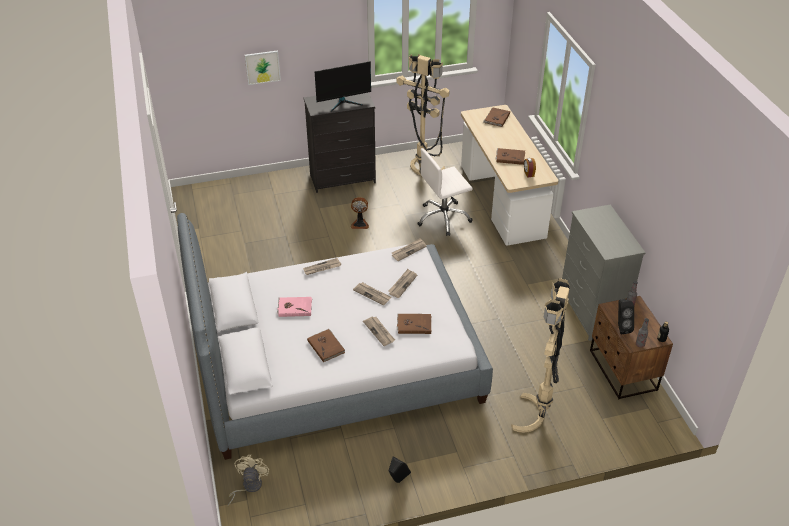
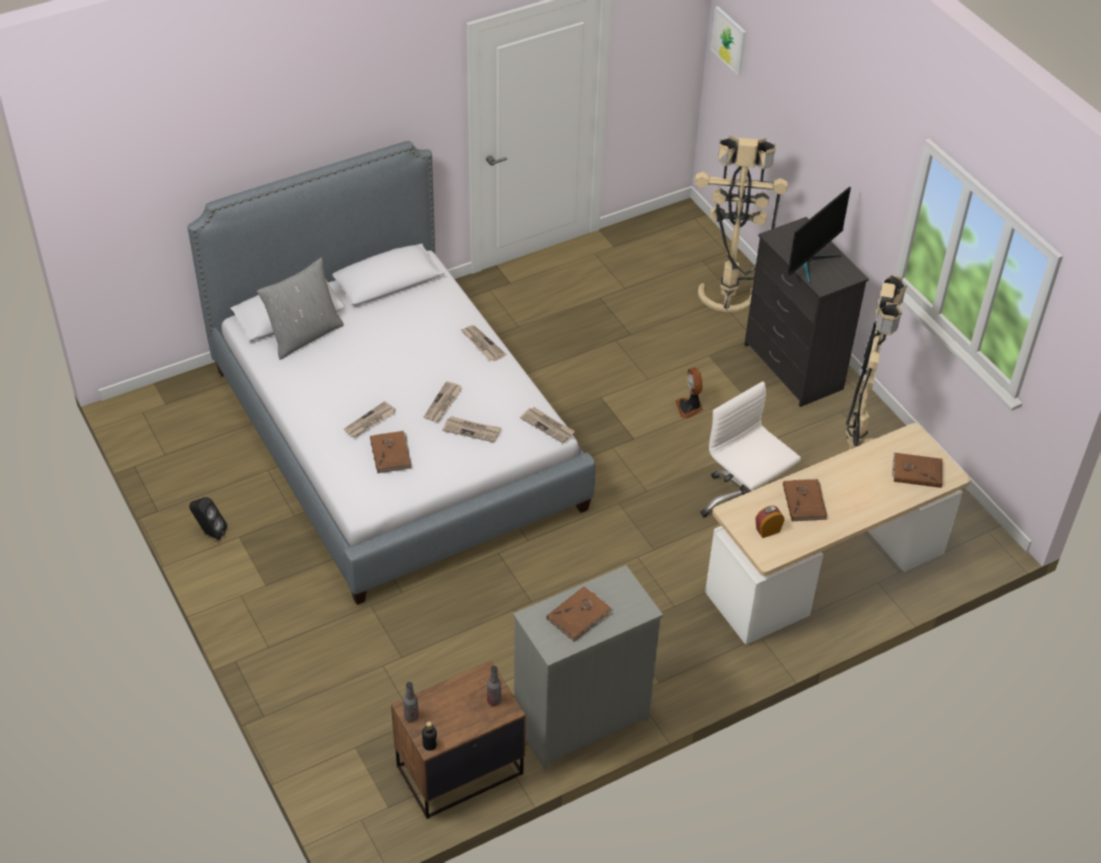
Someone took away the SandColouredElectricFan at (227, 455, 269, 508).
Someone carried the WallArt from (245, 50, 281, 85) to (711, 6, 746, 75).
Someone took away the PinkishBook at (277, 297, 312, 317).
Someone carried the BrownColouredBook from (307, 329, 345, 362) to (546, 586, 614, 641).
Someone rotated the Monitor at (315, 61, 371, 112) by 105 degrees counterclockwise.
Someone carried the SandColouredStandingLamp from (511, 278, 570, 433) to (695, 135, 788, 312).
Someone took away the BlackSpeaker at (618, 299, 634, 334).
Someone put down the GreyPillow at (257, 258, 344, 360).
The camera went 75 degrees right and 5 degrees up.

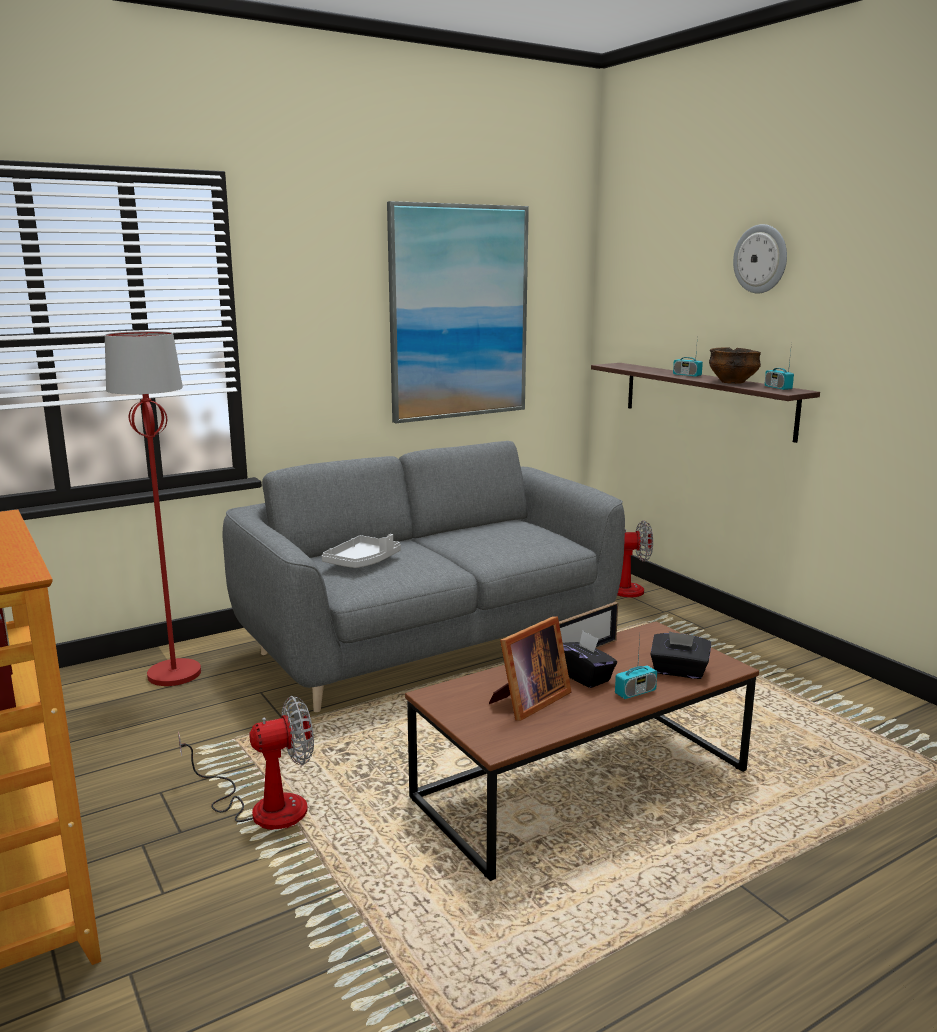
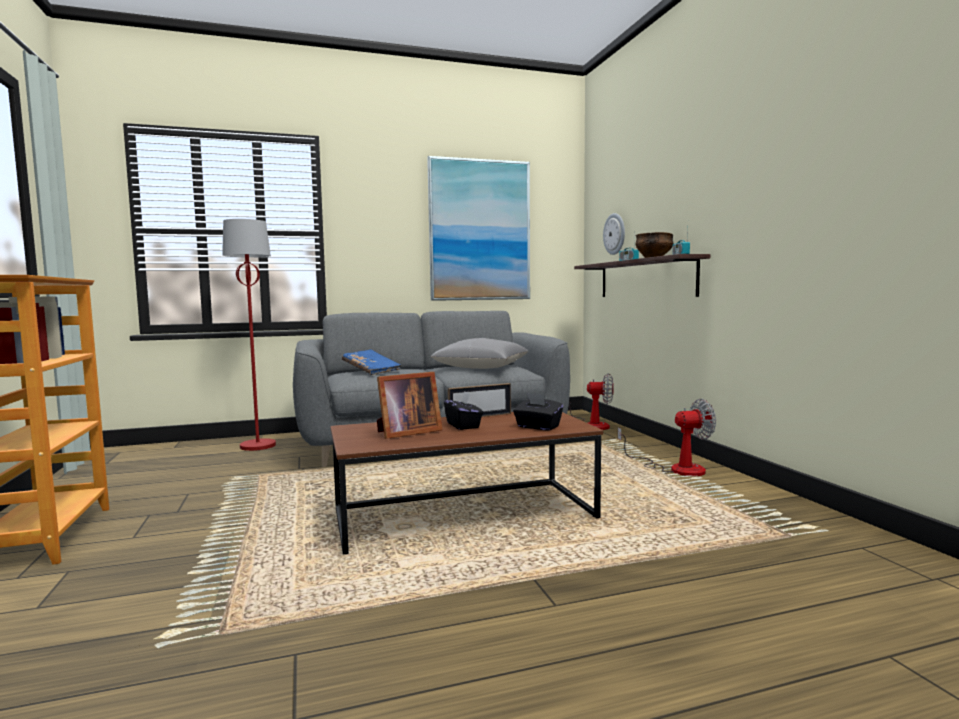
Someone carried the ElectricFan from (178, 696, 314, 830) to (618, 399, 716, 476).
Someone swapped the GreyTray at (322, 534, 401, 568) for the BlueBook at (342, 349, 401, 375).
Someone took away the Radio at (615, 638, 657, 699).
Someone carried the WallClock from (733, 224, 787, 294) to (603, 213, 625, 255).
Someone put down the GreyPillow at (431, 338, 528, 369).
The camera went 15 degrees right and 10 degrees down.

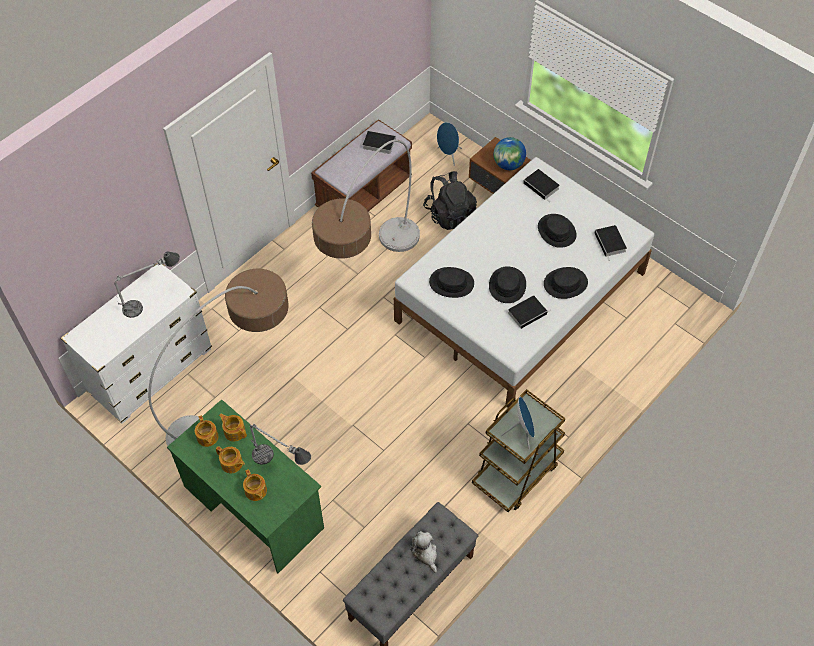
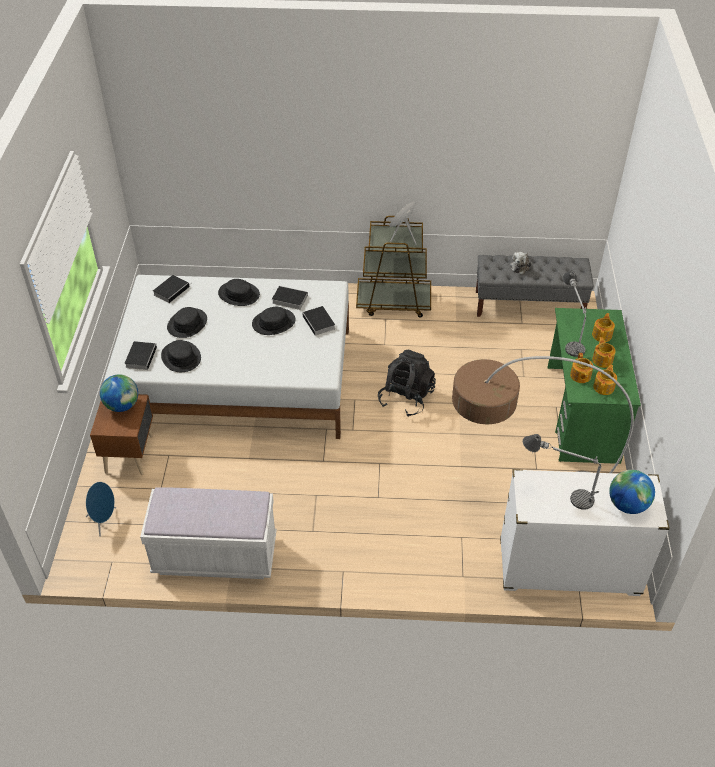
Someone repainted the BrownColouredLongSeat at (311, 119, 412, 221), which became the WhiteLongSeat at (140, 487, 277, 579).
Someone took away the StandingLamp at (312, 140, 420, 259).
Someone carried the Book from (362, 131, 396, 154) to (302, 306, 335, 339).
Someone carried the BlackBackpack from (423, 171, 477, 230) to (378, 350, 436, 417).
Someone carried the BlackHat from (429, 267, 474, 298) to (161, 340, 201, 372).
Someone put down the WorldGlobe at (609, 470, 655, 514).
The camera went 130 degrees left and 10 degrees down.

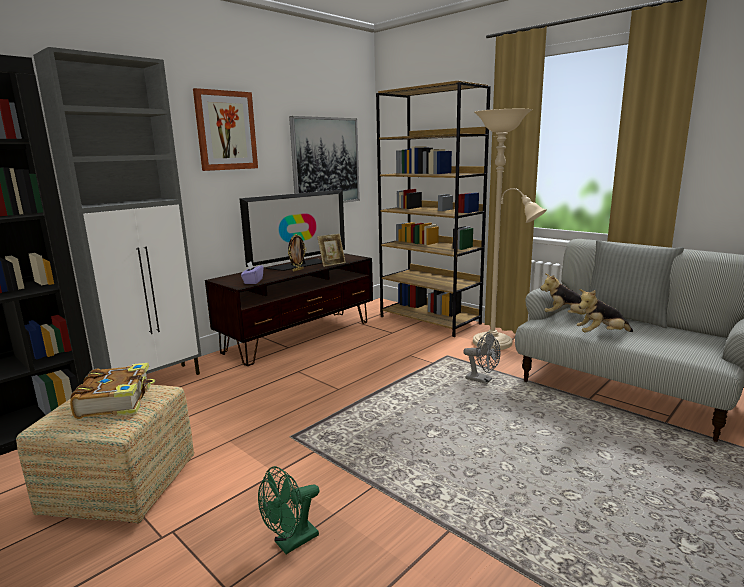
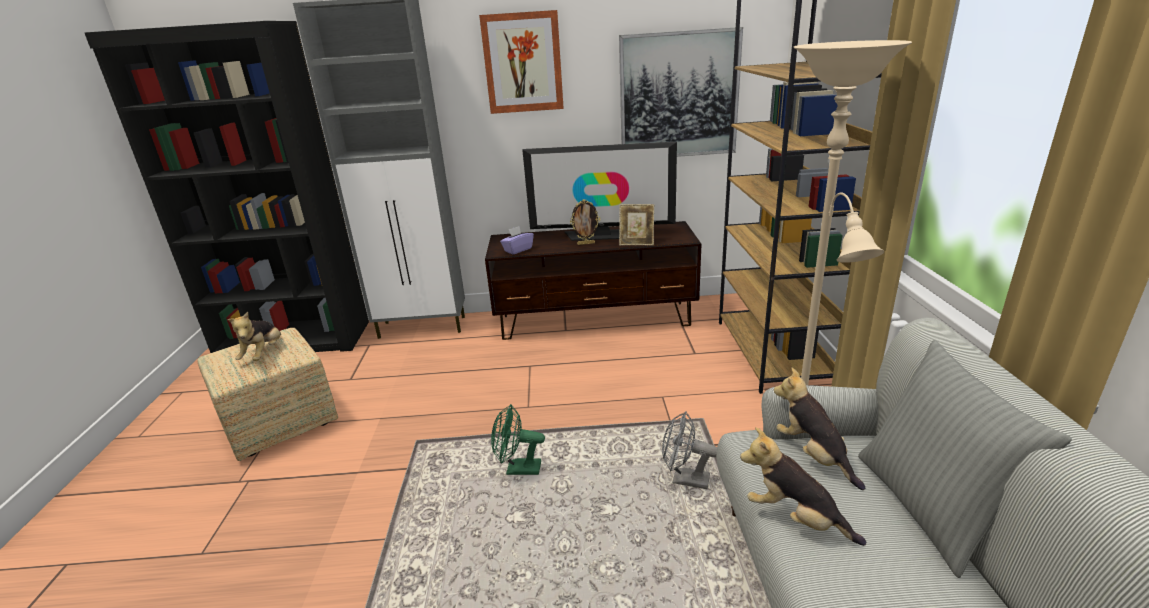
Someone swapped the Book at (70, 363, 155, 419) for the CuddlyToy at (227, 312, 281, 361).
Someone carried the GreenColouredElectricFan from (258, 466, 319, 554) to (491, 404, 545, 475).
Someone rotated the GreyElectricFan at (463, 332, 500, 384) by 120 degrees clockwise.
The camera went 45 degrees right and 10 degrees up.

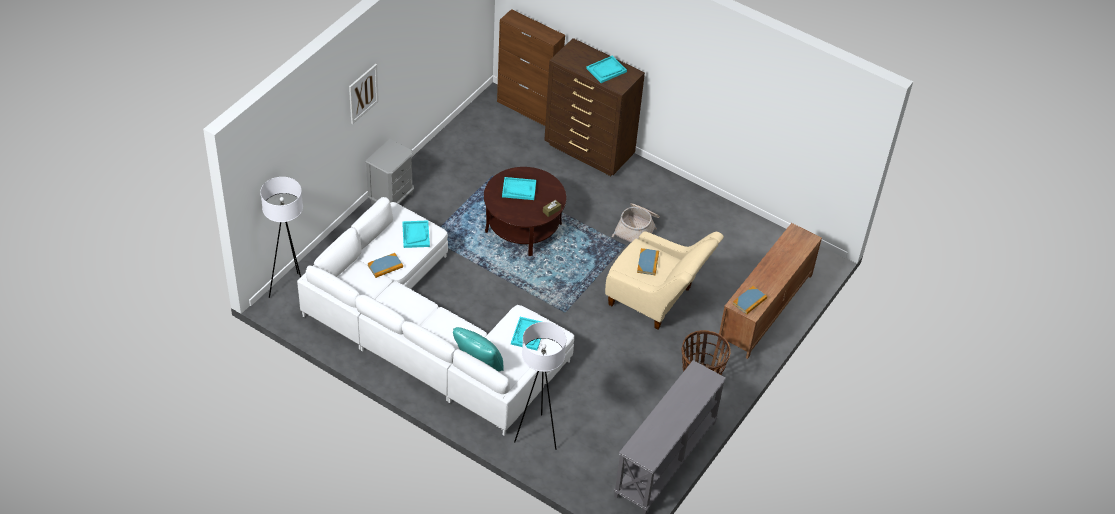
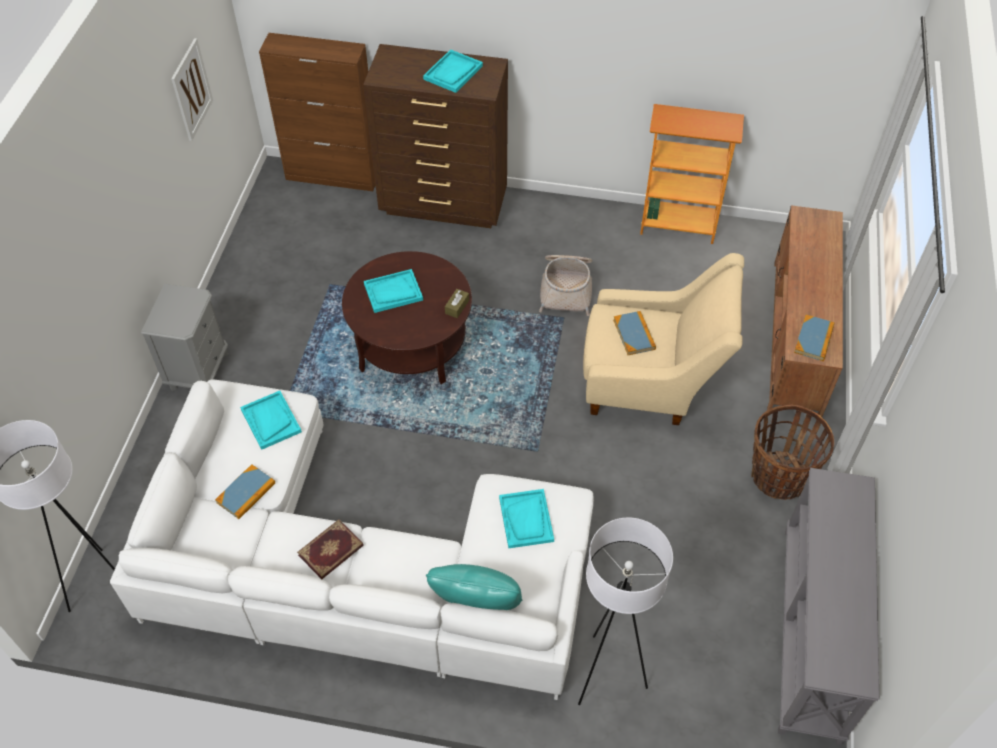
Someone carried the WallArt from (349, 64, 379, 124) to (171, 38, 213, 141).
Someone put down the Book at (297, 519, 364, 579).
Someone put down the Bookshelf at (640, 104, 744, 244).
The camera went 20 degrees left and 5 degrees up.

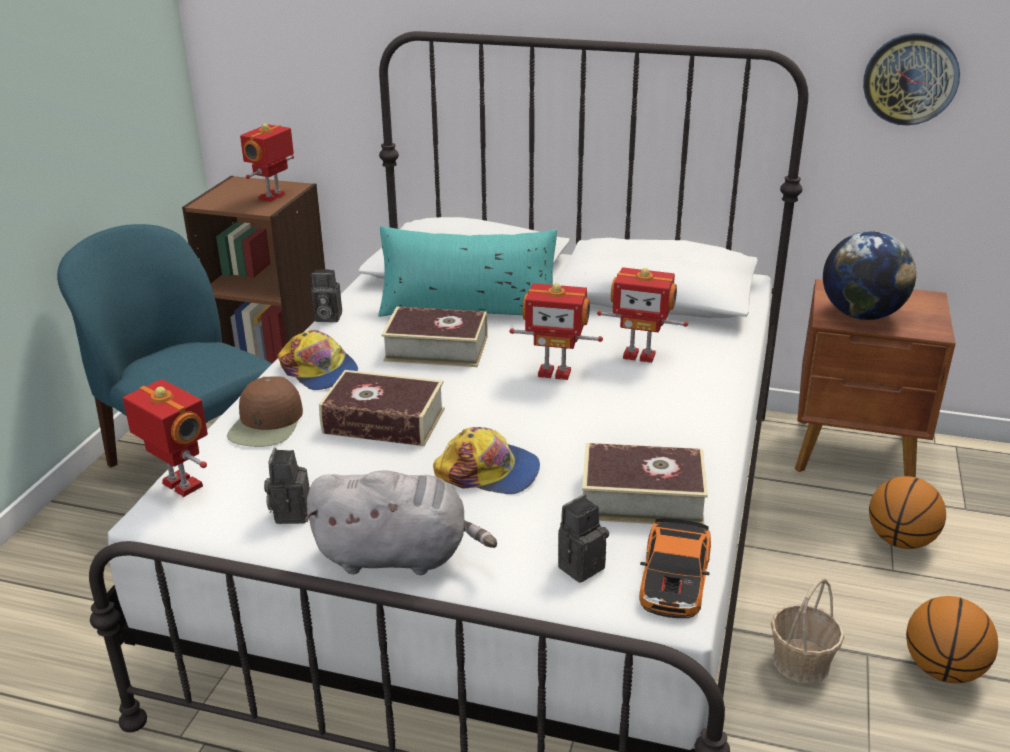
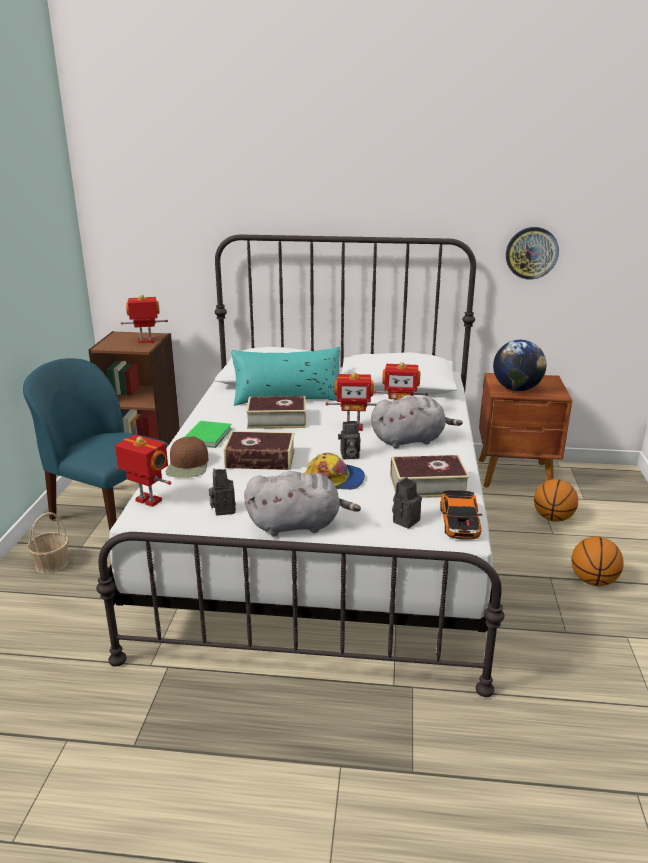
Someone rotated the ToyRobot at (240, 123, 294, 202) by 60 degrees clockwise.
Someone swapped the BaseballCap at (278, 330, 358, 390) for the GreenColouredBook at (185, 421, 232, 448).
Someone carried the StillCamera from (311, 269, 342, 322) to (338, 421, 360, 459).
Someone carried the Basket from (771, 577, 844, 683) to (27, 512, 69, 574).
Someone put down the GreyCuddlyToy at (371, 395, 463, 448).
The camera went 10 degrees left and 5 degrees down.

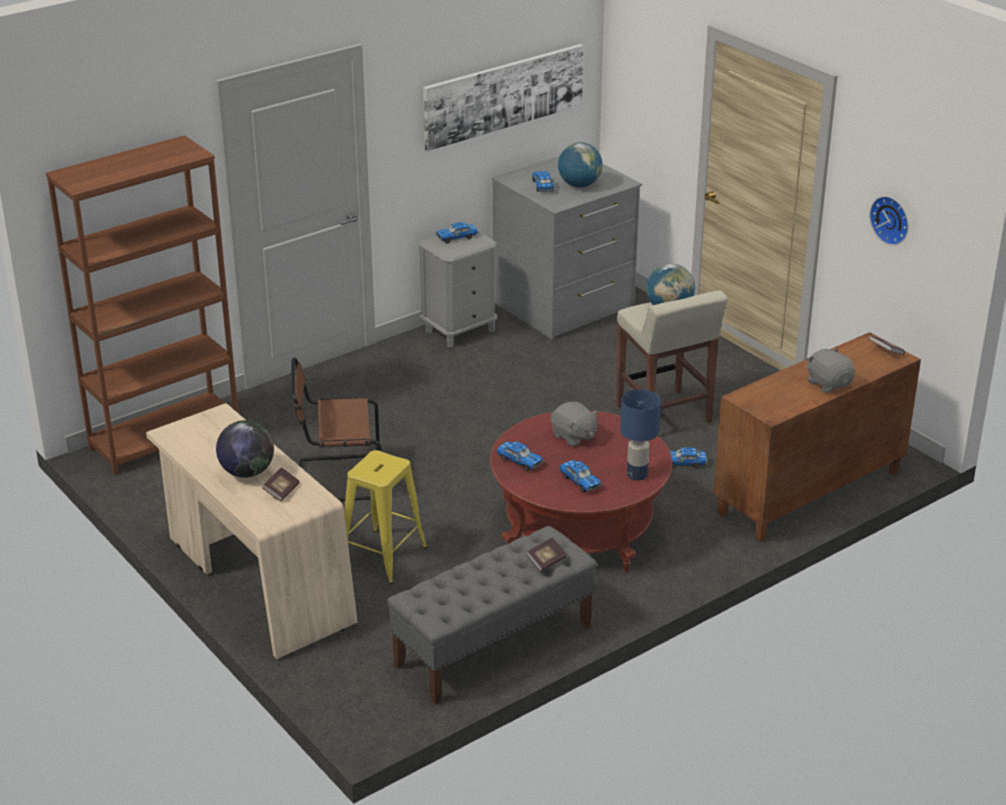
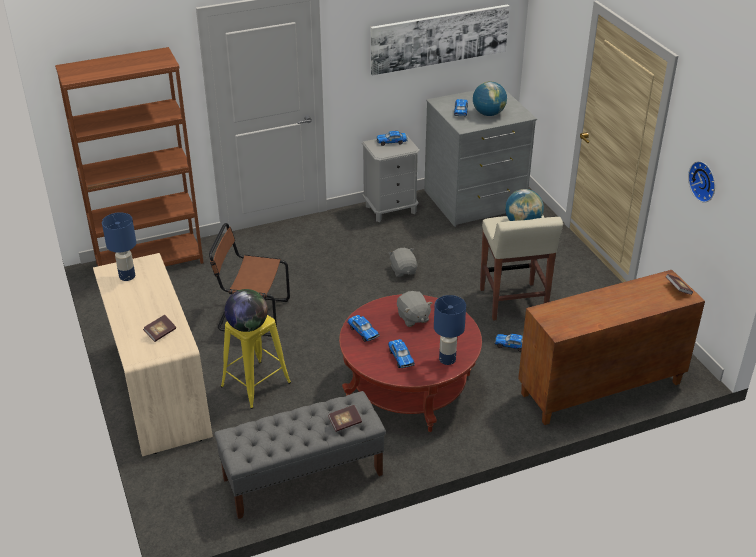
Someone carried the WorldGlobe from (216, 420, 274, 478) to (225, 289, 268, 332).
Someone carried the GreyCuddlyToy from (807, 348, 855, 393) to (389, 248, 418, 277).
Someone put down the BlueLampForATable at (102, 212, 136, 281).
The camera went 15 degrees right and 5 degrees up.

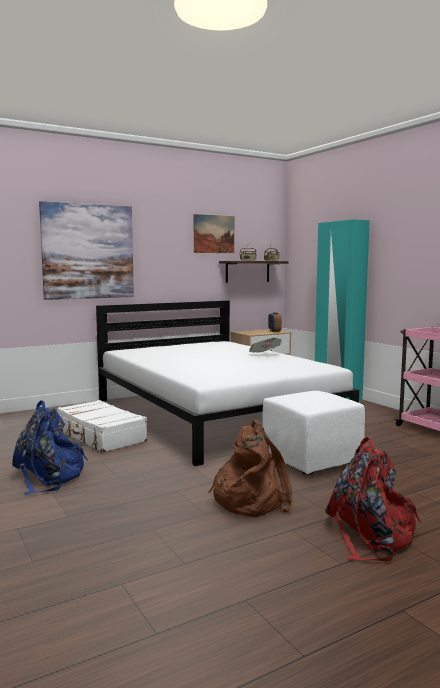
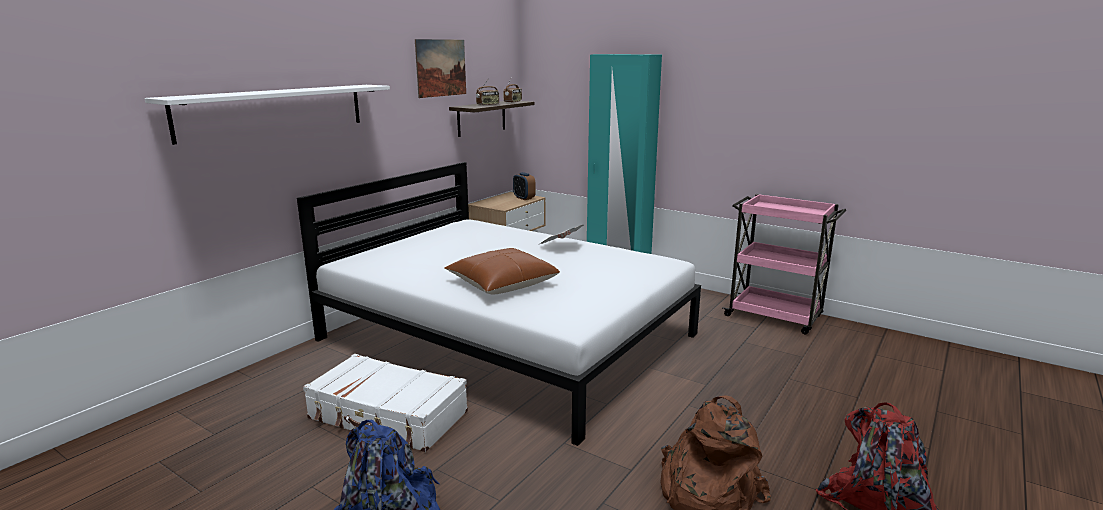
Someone swapped the WallArt at (39, 201, 134, 300) for the WhiteShelf at (145, 85, 390, 145).
Someone took away the WhiteFootrest at (262, 391, 365, 475).
Someone put down the BrownColouredPillow at (444, 248, 560, 294).
The camera went 25 degrees left and 10 degrees up.

